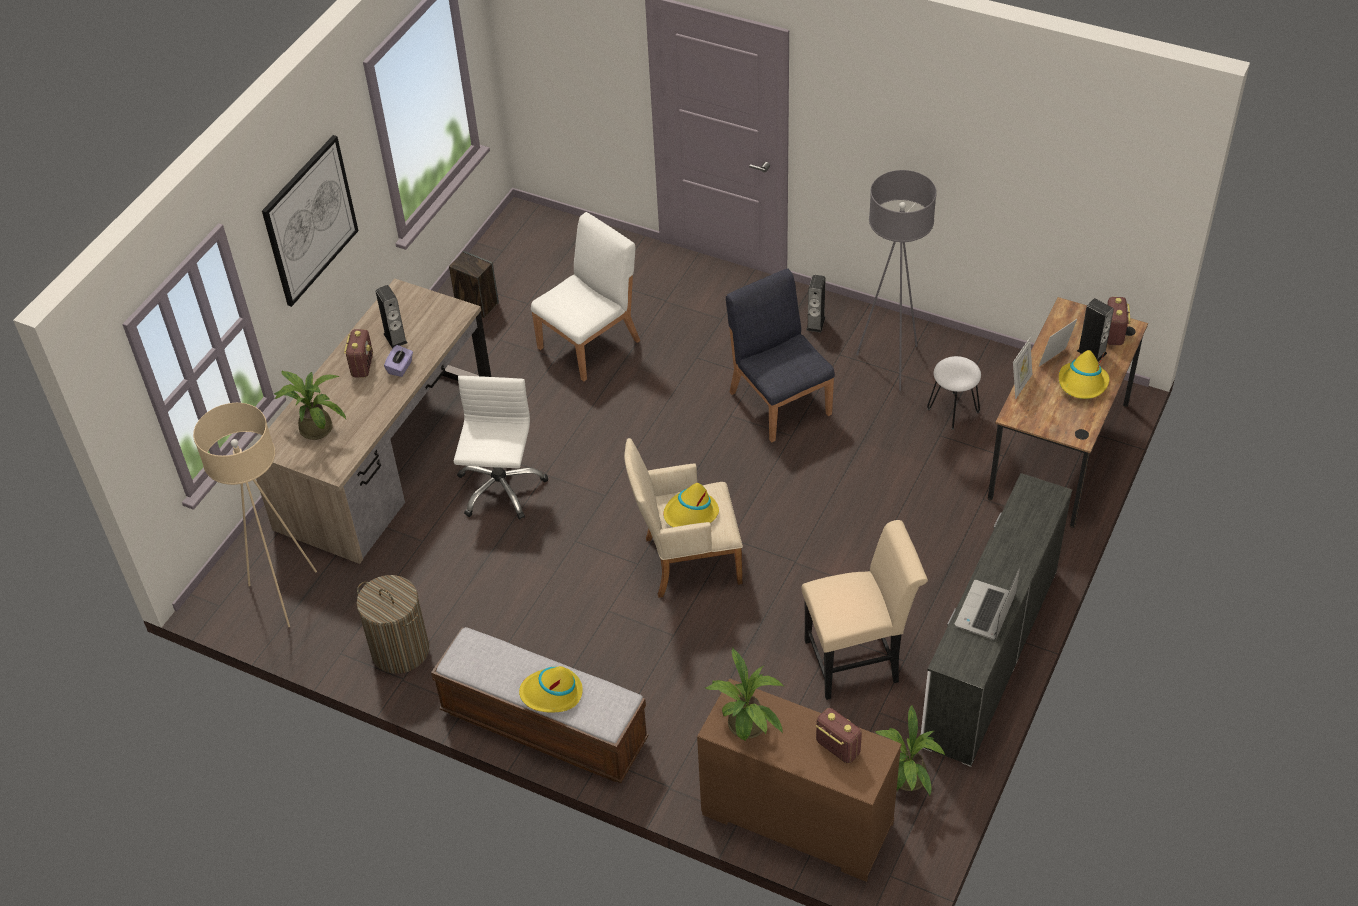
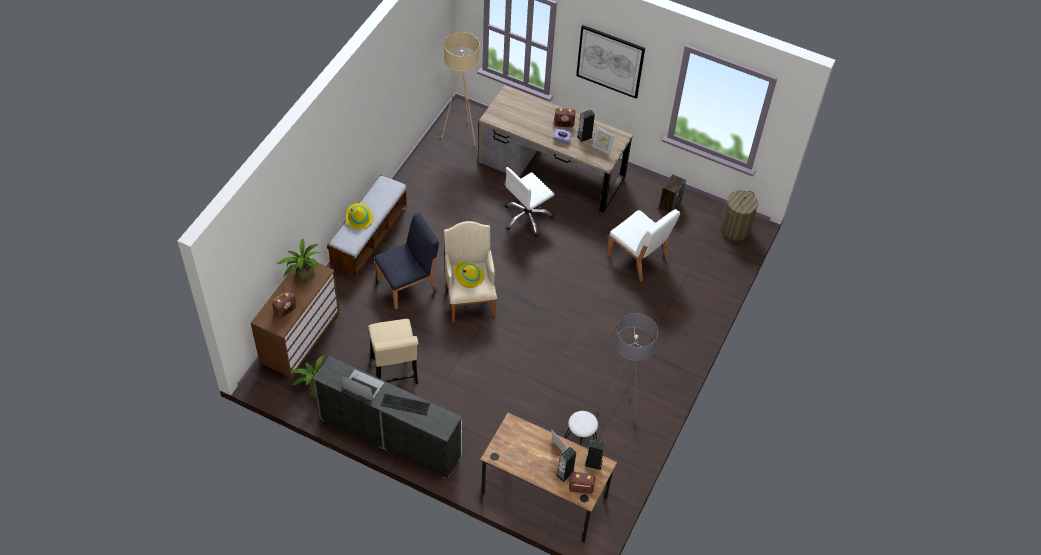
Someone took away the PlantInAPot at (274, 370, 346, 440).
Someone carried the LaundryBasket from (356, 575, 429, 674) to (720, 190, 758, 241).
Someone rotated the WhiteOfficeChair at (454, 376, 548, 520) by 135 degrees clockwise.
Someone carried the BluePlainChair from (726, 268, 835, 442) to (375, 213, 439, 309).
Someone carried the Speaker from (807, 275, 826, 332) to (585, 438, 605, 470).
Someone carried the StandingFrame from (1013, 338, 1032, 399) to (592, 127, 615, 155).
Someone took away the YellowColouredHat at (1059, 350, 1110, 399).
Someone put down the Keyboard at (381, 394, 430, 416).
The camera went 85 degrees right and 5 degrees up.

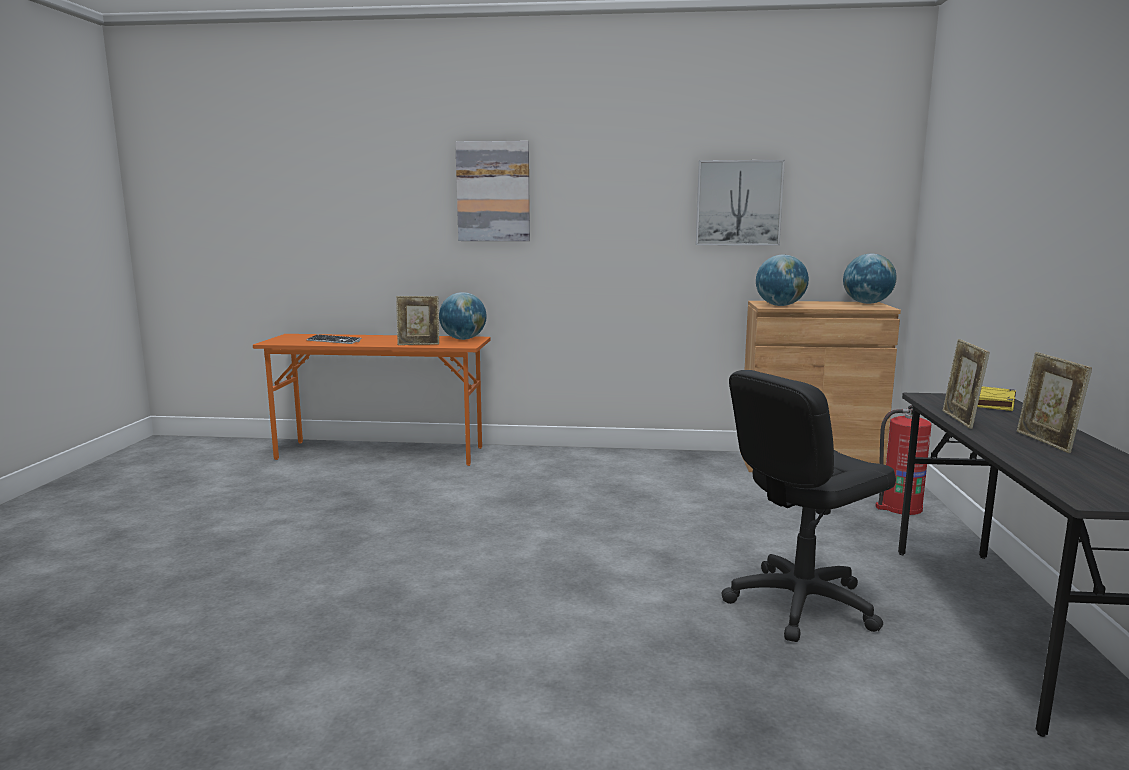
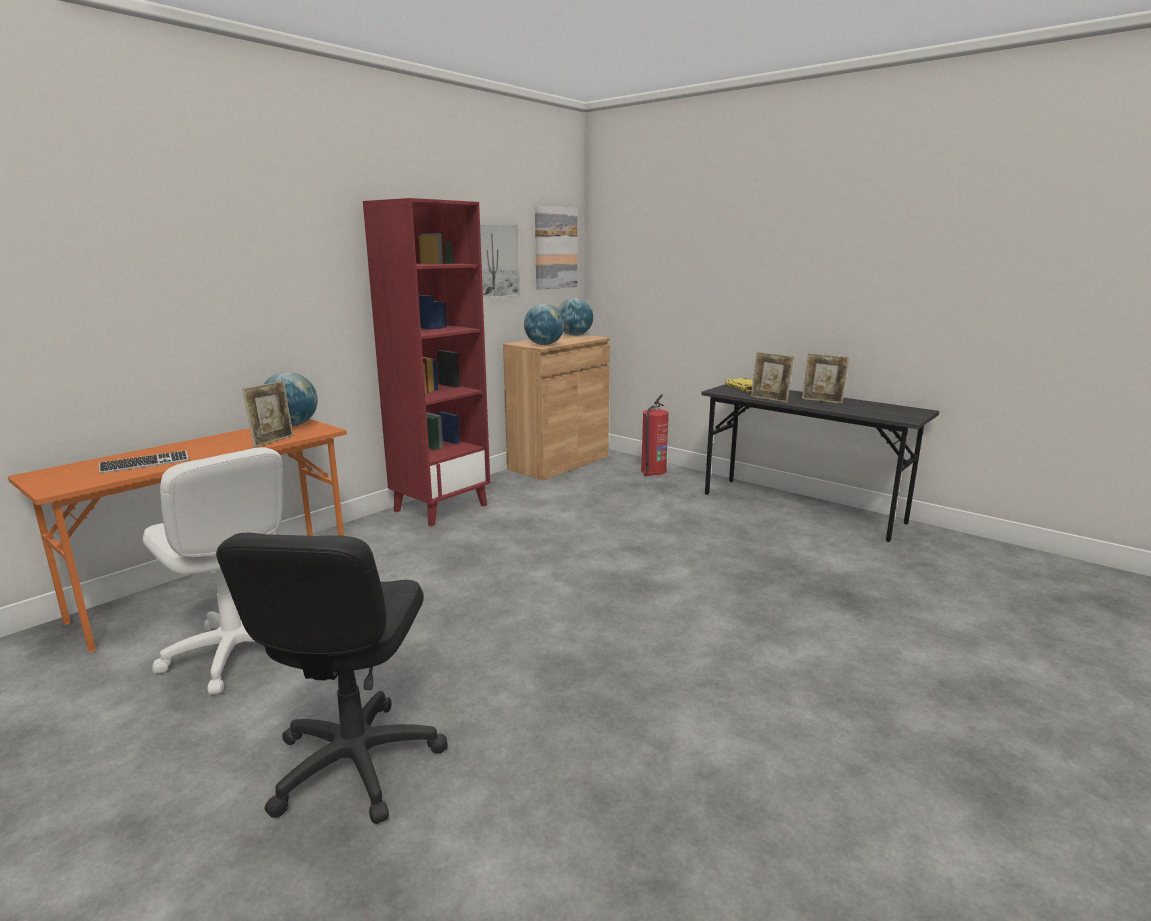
Someone carried the WallArt from (455, 141, 530, 241) to (535, 206, 578, 290).
Someone carried the BlackOfficeChair from (721, 370, 896, 642) to (216, 533, 448, 824).
Someone put down the WhiteOfficeChair at (143, 447, 283, 695).
Someone put down the RedBookshelf at (363, 198, 490, 526).
The camera went 55 degrees left and 5 degrees up.

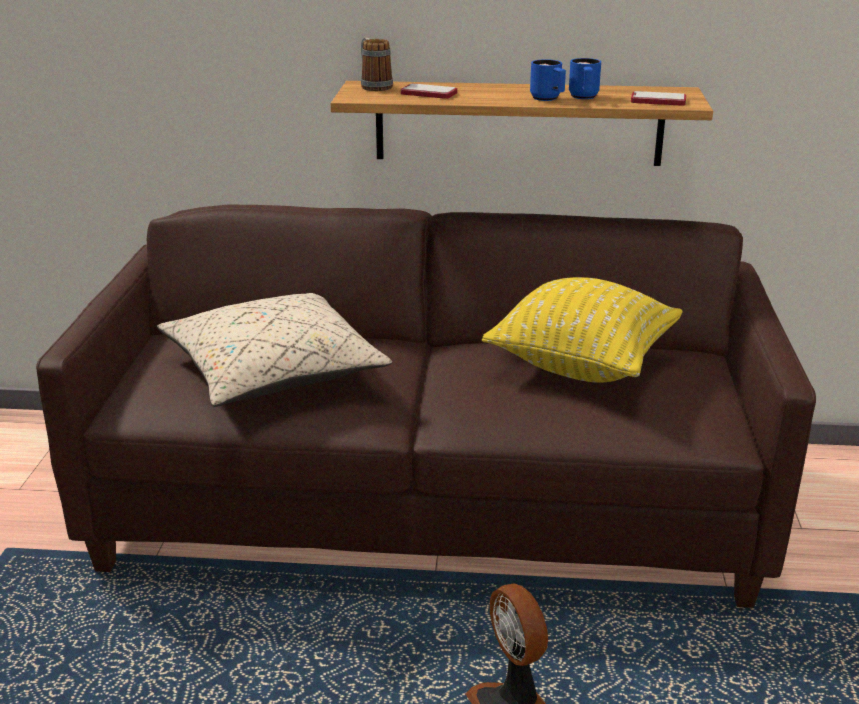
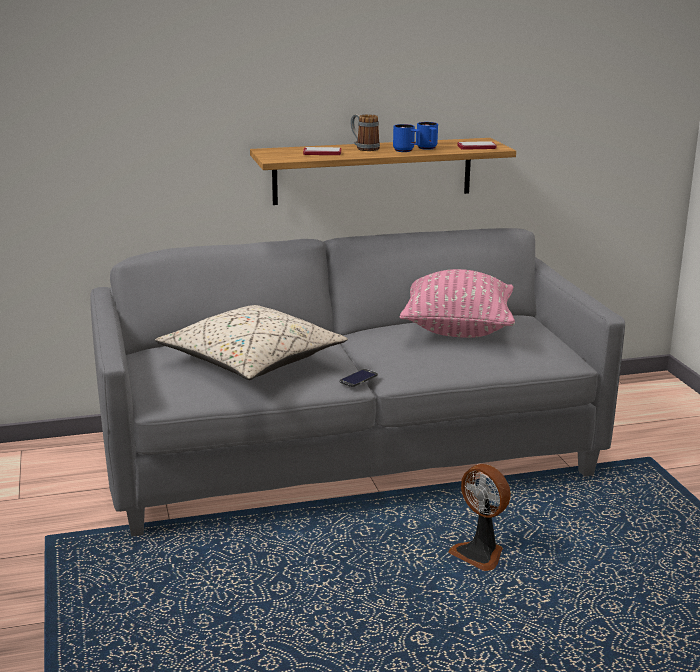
Someone repainted the BrownColouredSettee at (36, 204, 816, 608), which became the GreySettee at (90, 228, 625, 537).
Someone carried the Mug from (361, 38, 393, 91) to (351, 114, 380, 151).
Someone repainted the YellowColouredPillow at (482, 277, 683, 383), which became the PinkishPillow at (399, 269, 515, 338).
Someone put down the Telephone at (340, 369, 378, 387).
The camera went 20 degrees left and 5 degrees down.

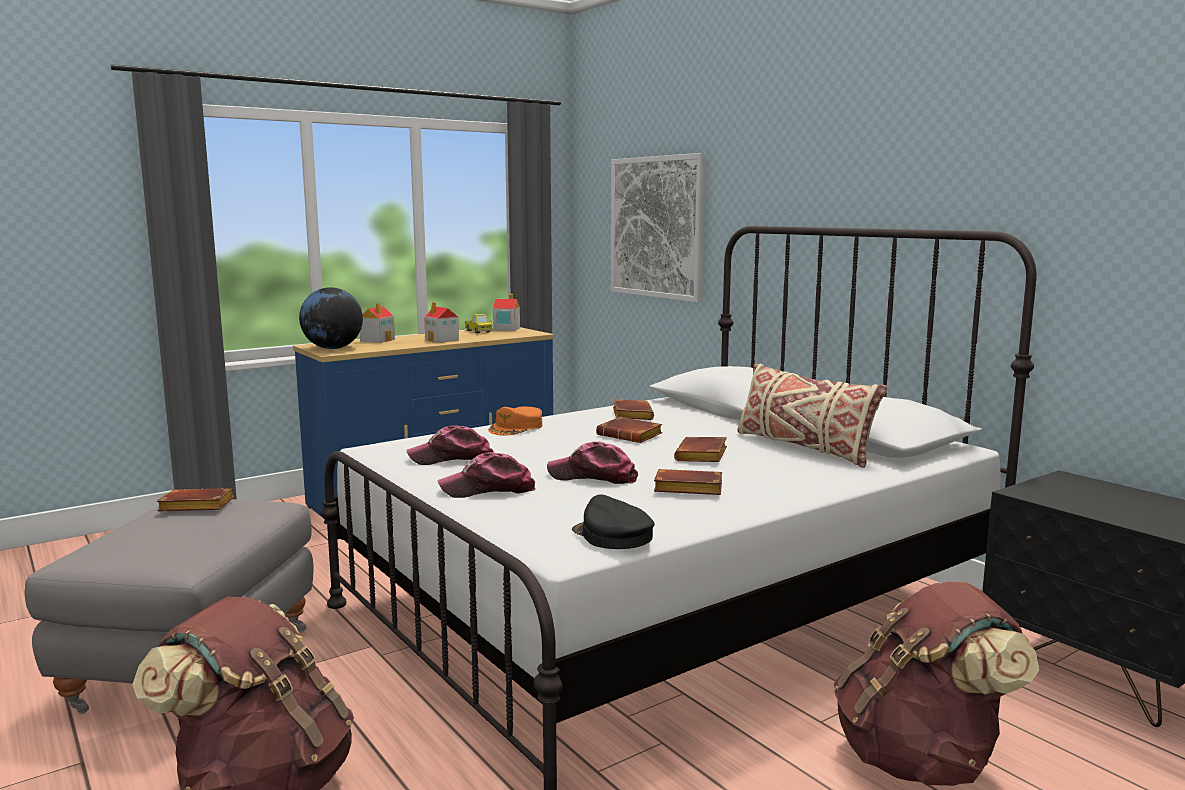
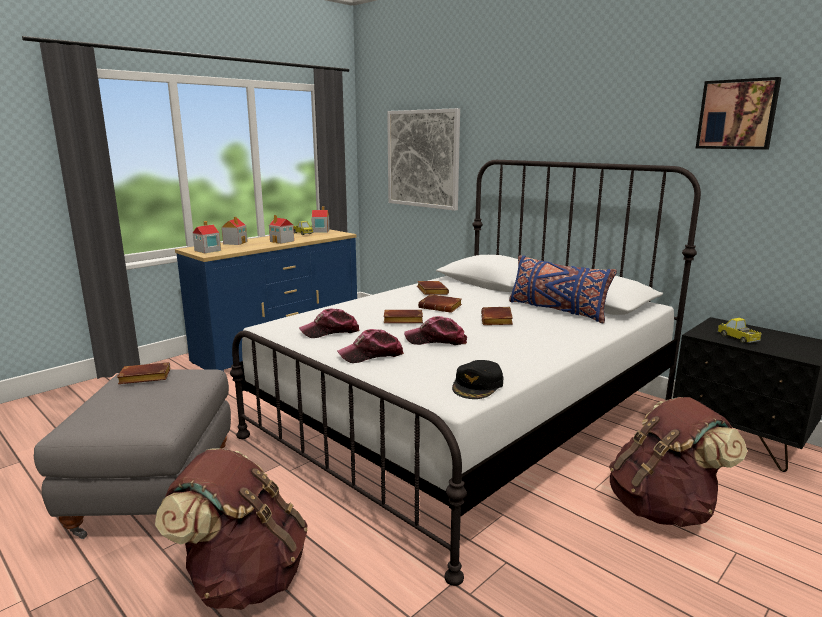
Someone swapped the WorldGlobe at (299, 287, 363, 349) for the ToyHouse at (193, 221, 221, 253).
Someone took away the OrangeBaseballCap at (488, 407, 542, 435).
Someone rotated the BlackBaseballCap at (572, 494, 655, 549) by 105 degrees counterclockwise.
Someone carried the BrownColouredBook from (654, 469, 722, 495) to (384, 309, 423, 323).
Someone repainted the SandColouredPillow at (738, 364, 887, 468), which became the BluePillow at (509, 255, 617, 323).
Someone put up the WallArt at (696, 77, 781, 150).
Someone put down the ModelTruck at (717, 318, 762, 343).
The camera went 10 degrees left and 5 degrees up.

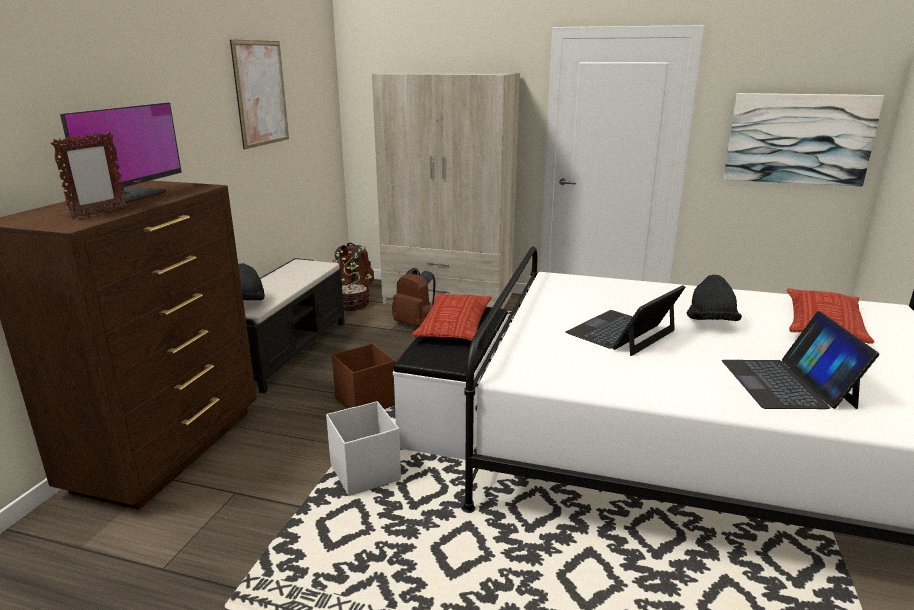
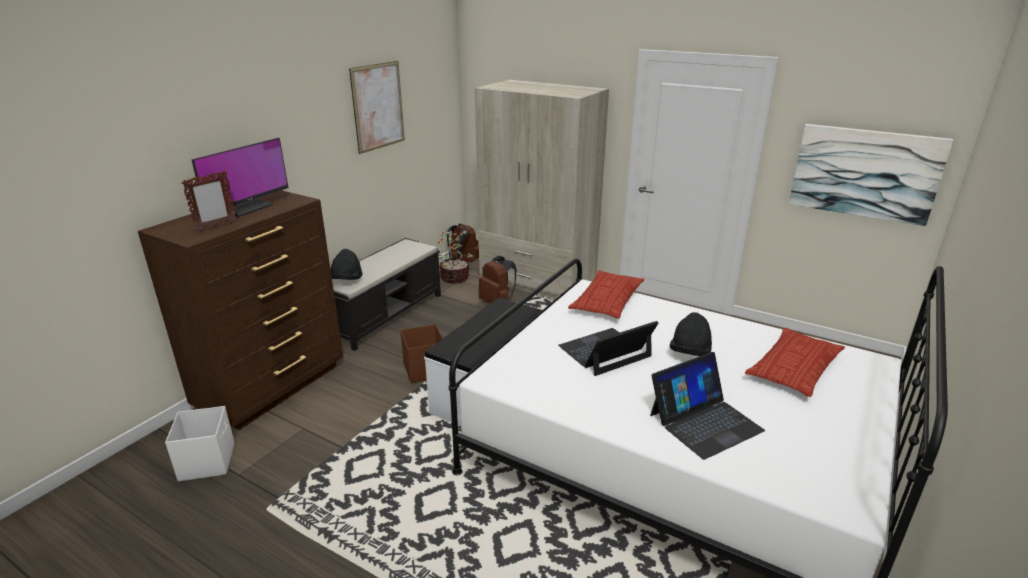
Someone carried the WhiteStorageBin from (326, 401, 401, 496) to (165, 406, 235, 481).
Someone carried the Pillow from (411, 293, 492, 341) to (568, 270, 645, 319).
Someone rotated the Laptop at (722, 311, 879, 409) by 135 degrees counterclockwise.
The camera went 15 degrees right and 5 degrees up.

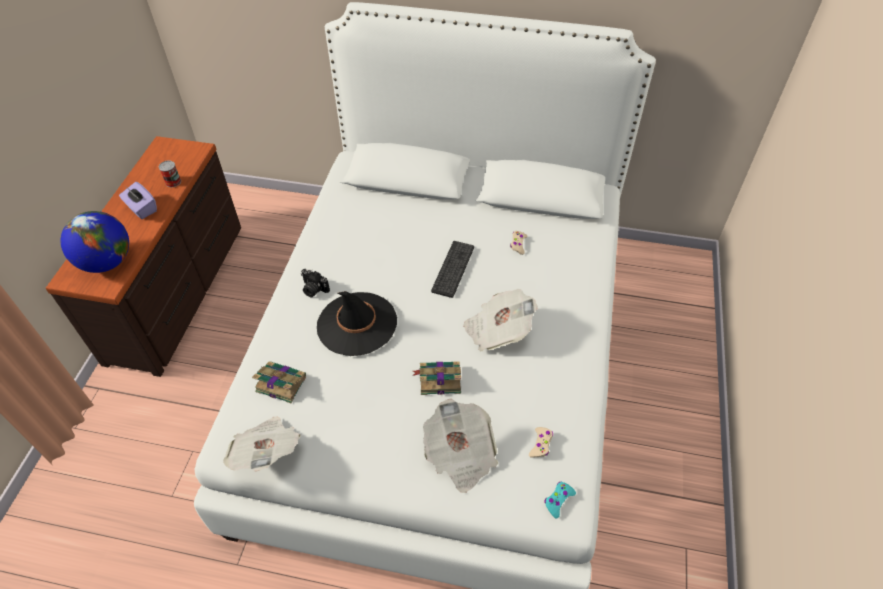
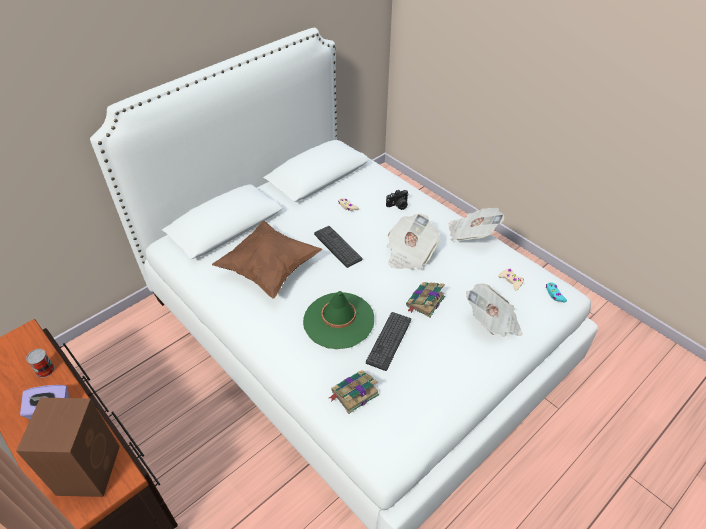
Someone swapped the WorldGlobe at (61, 211, 129, 273) for the BrownColouredSpeaker at (16, 397, 120, 497).
Someone carried the DailyPaper from (223, 417, 301, 472) to (449, 208, 504, 241).
Someone carried the StillCamera from (301, 269, 330, 297) to (386, 190, 408, 210).
Someone repainted the BlackHat at (317, 291, 397, 356), which became the GreenColouredHat at (303, 291, 374, 349).
Someone put down the BrownColouredPillow at (212, 221, 322, 299).
Someone put down the Keyboard at (366, 312, 411, 371).
The camera went 55 degrees left and 5 degrees down.

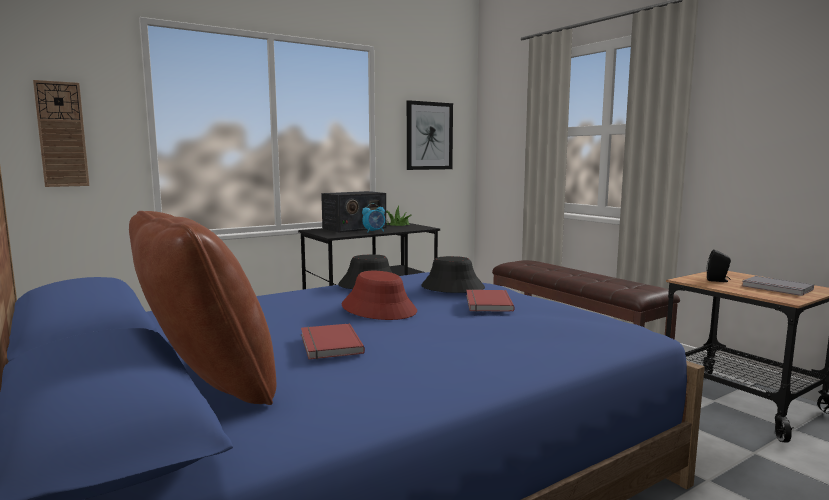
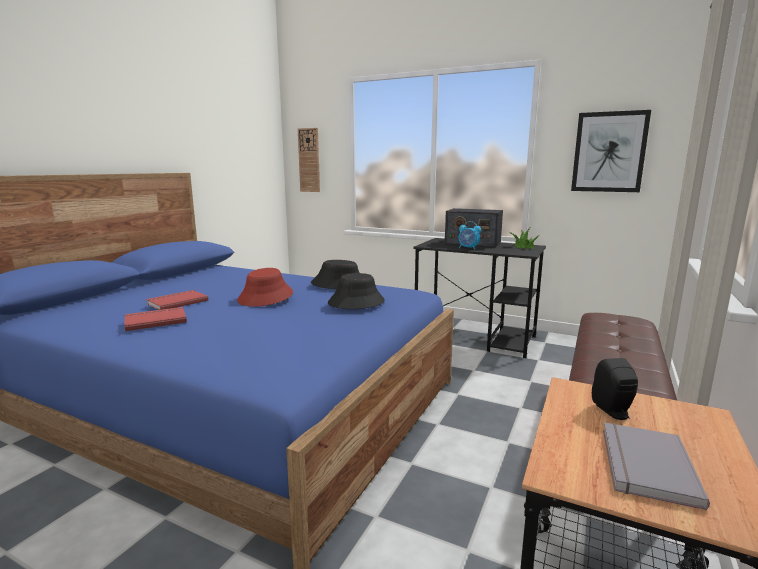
Someone took away the BrownColouredPillow at (129, 211, 276, 405).
Someone carried the RedBook from (466, 289, 515, 312) to (124, 307, 187, 331).
The camera went 60 degrees right and 5 degrees up.

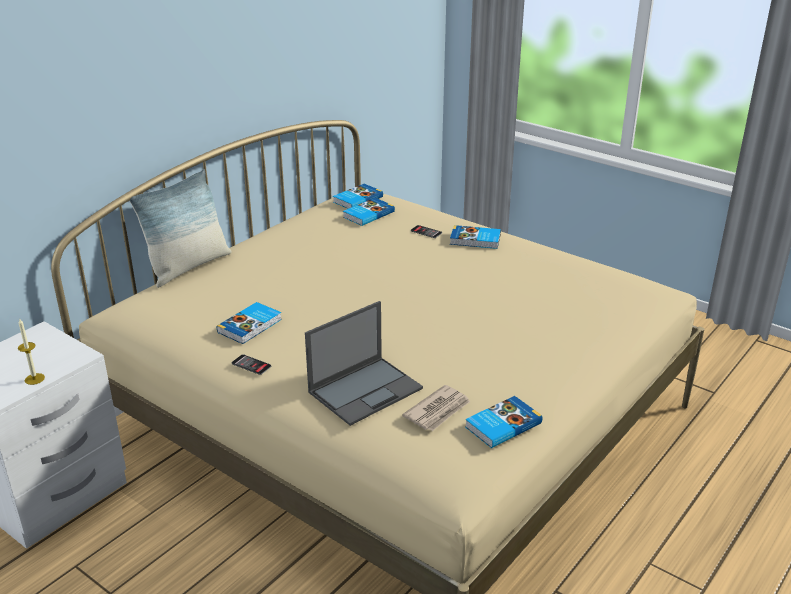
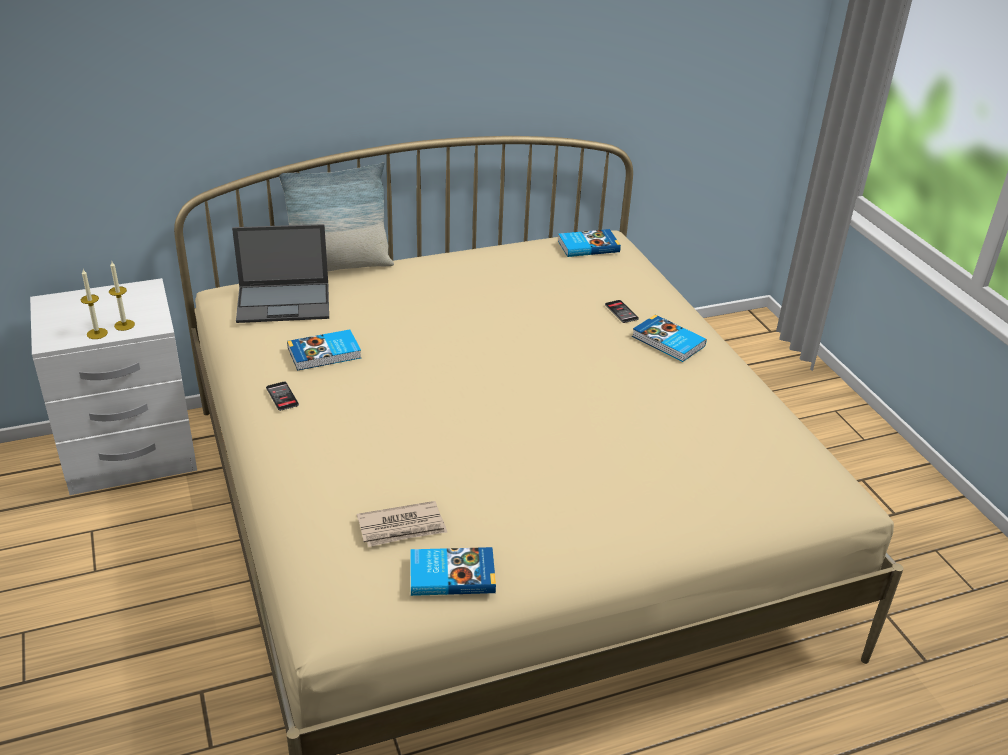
Someone carried the Laptop from (305, 301, 423, 426) to (232, 224, 329, 323).
Someone took away the Book at (343, 198, 395, 226).
Someone put down the Candle at (109, 261, 135, 331).
The camera went 30 degrees right and 5 degrees up.

